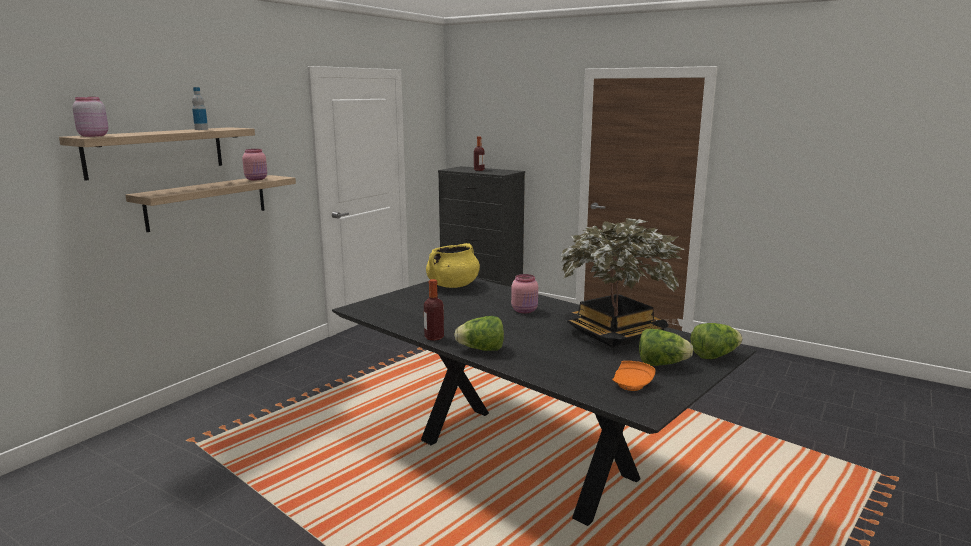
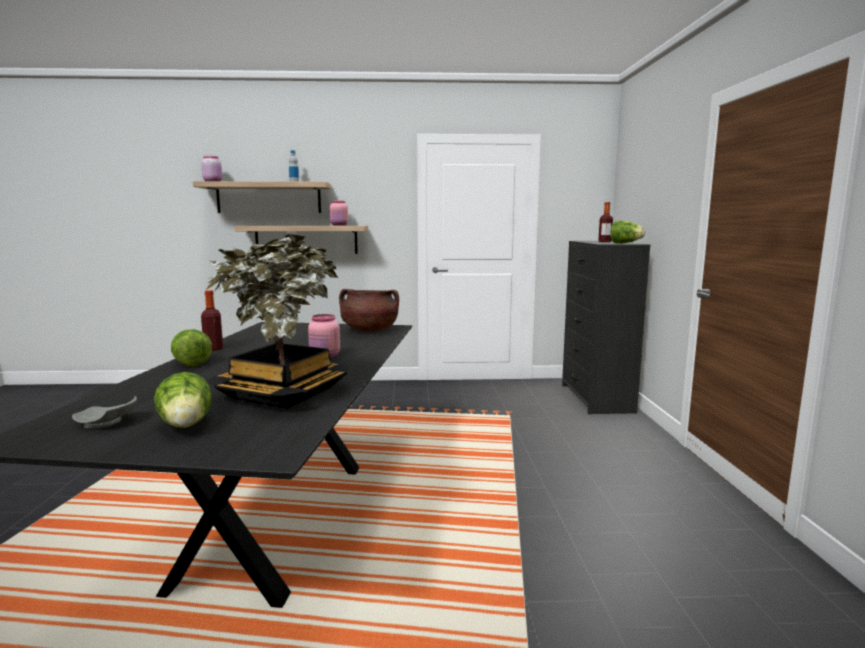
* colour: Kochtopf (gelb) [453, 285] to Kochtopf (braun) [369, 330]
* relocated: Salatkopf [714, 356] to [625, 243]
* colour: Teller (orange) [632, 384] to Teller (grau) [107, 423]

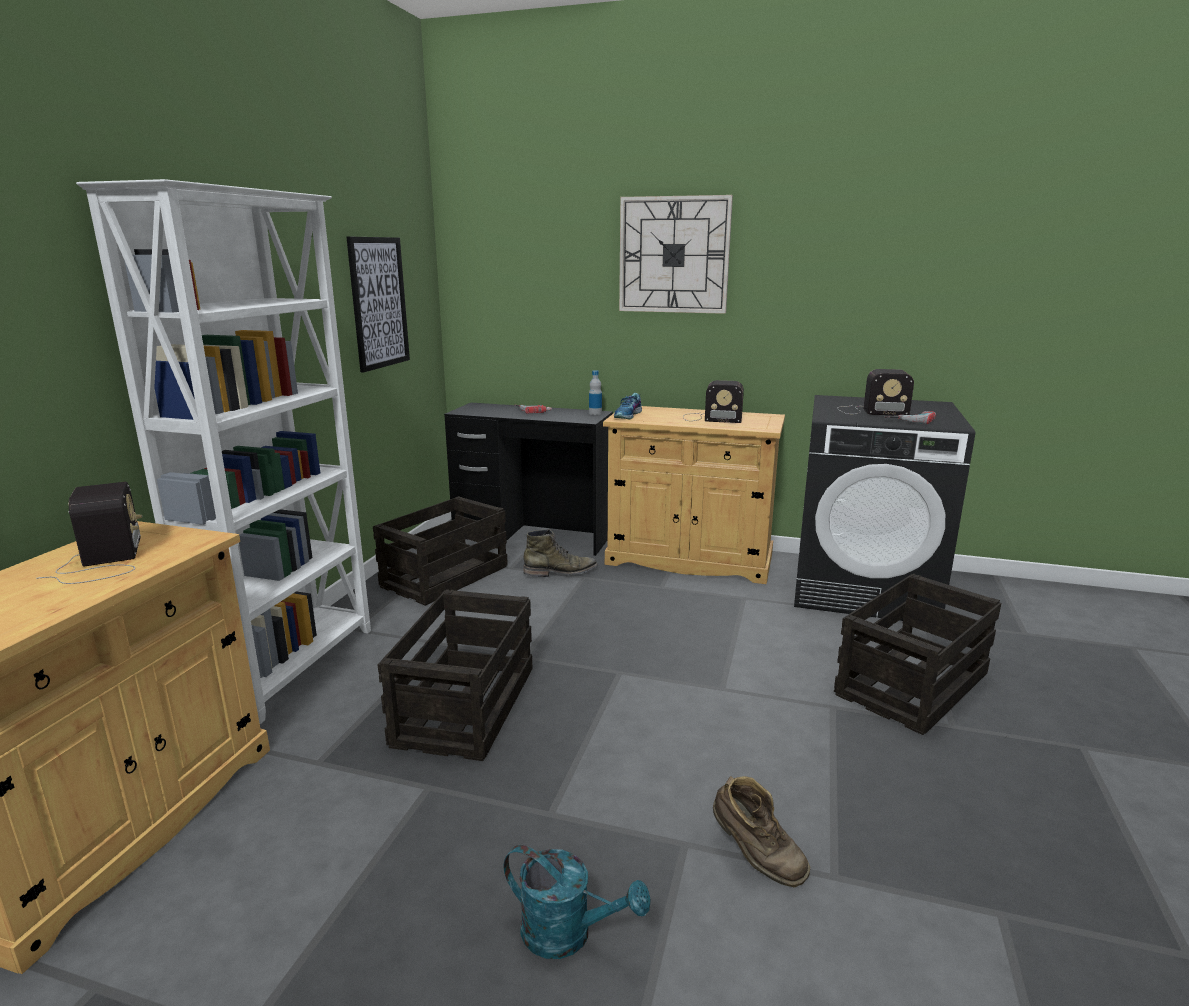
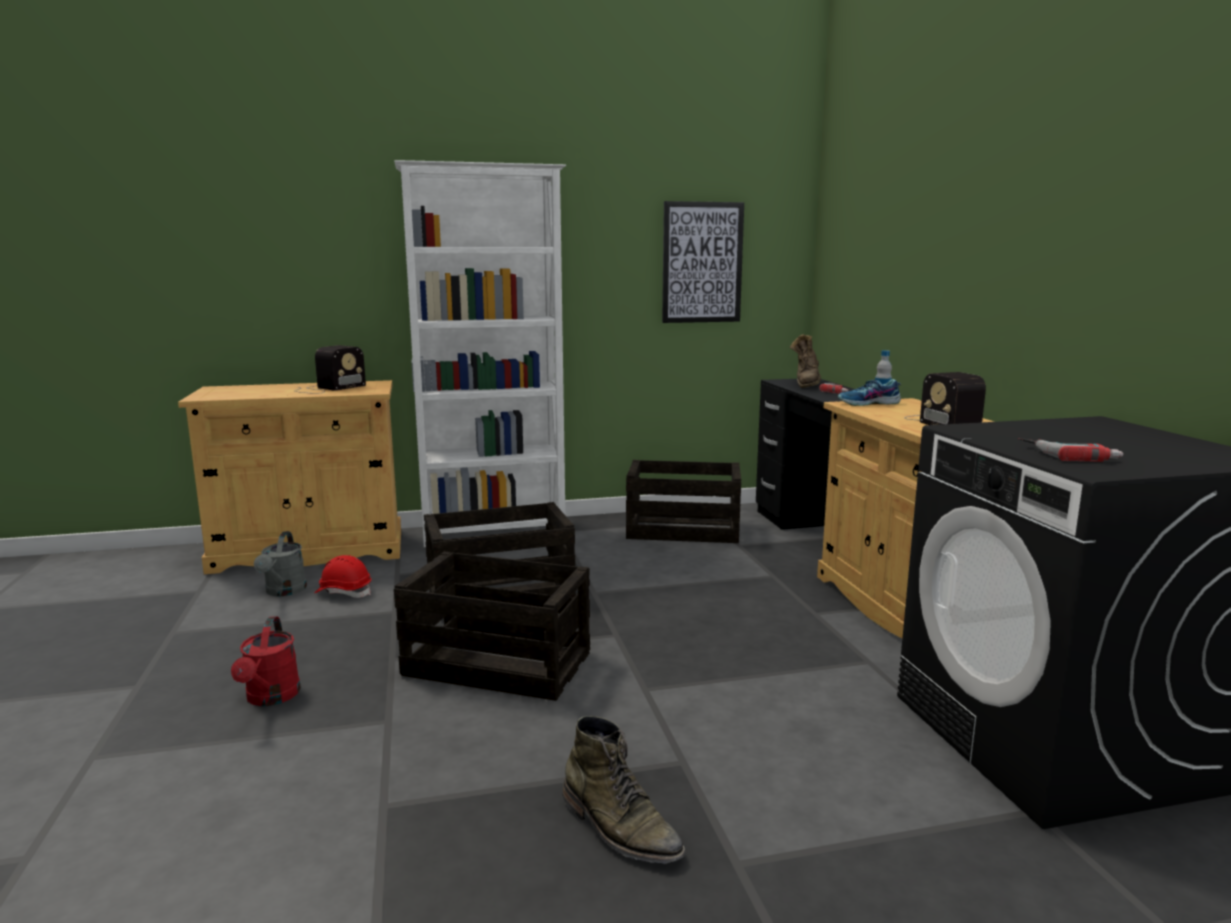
* missing: Wanduhr [674, 255]
* missing: Radio [869, 411]
* relocated: Stiefel (grün) [561, 572] to [620, 828]
* relocated: Kiste [911, 683] to [499, 664]
* relocated: Stiefel (braun) [755, 858] to [806, 384]
* colour: Gießkanne (türkis) [568, 934] to Gießkanne (rot) [270, 698]
* appeared: Gießkanne (grau) [284, 591]
* appeared: Schutzhelm (rot) [344, 592]

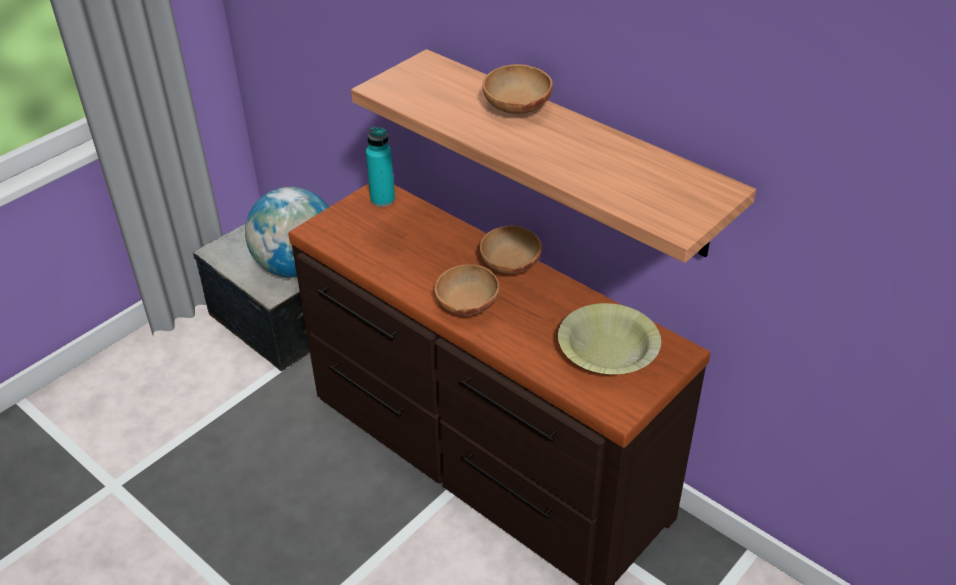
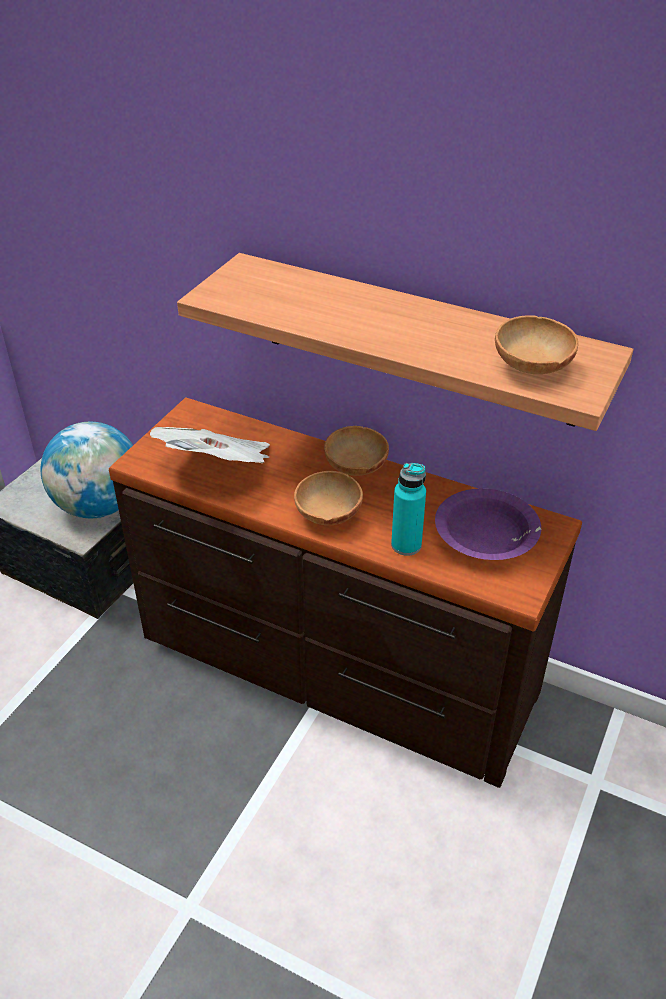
* relocated: Schüssel (braun) [516, 110] to [531, 368]
* relocated: Flasche (türkis) [382, 199] to [406, 545]
* colour: Schüssel (gelb) [607, 351] to Schüssel (lila) [485, 537]
* appeared: Zeitung [219, 468]

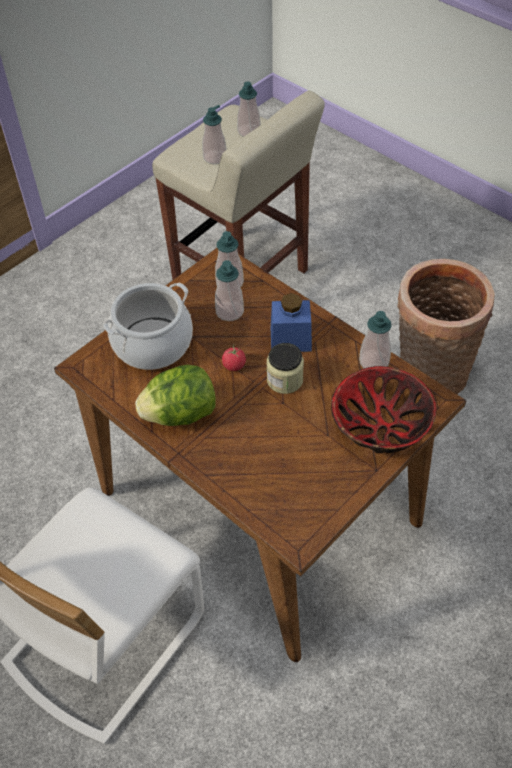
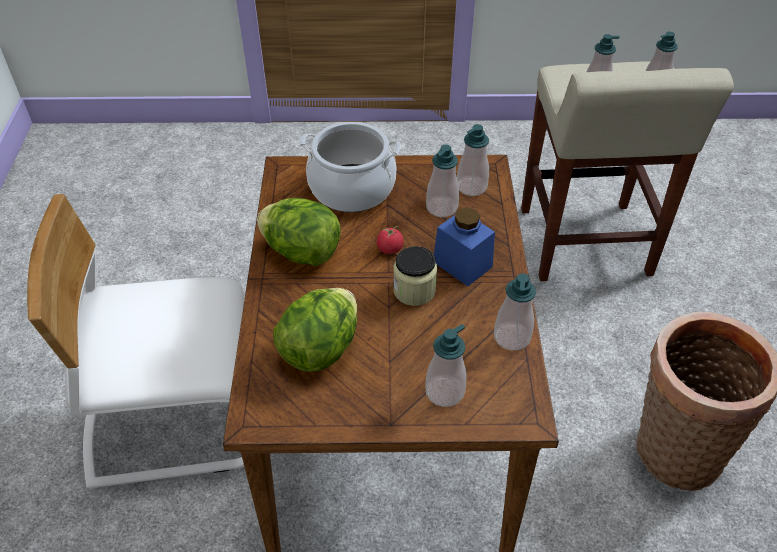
* exchanged: Schüssel [380, 425] to Seifenspender [445, 391]
* appeared: Salatkopf [320, 349]

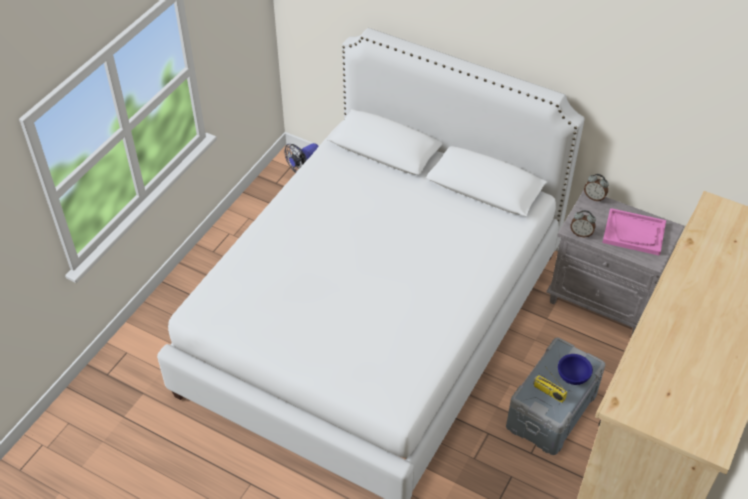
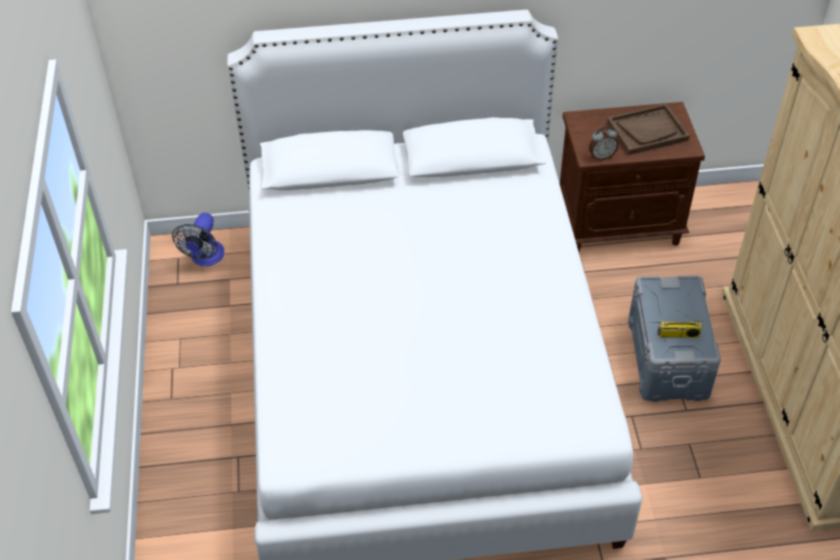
* missing: Wecker [594, 197]
* colour: Nachttisch (grau) [604, 300] to Nachttisch (braun) [619, 224]
* colour: Tablett (rosa) [634, 233] to Tablett (braun) [647, 131]
* missing: Schüssel (blau) [573, 377]

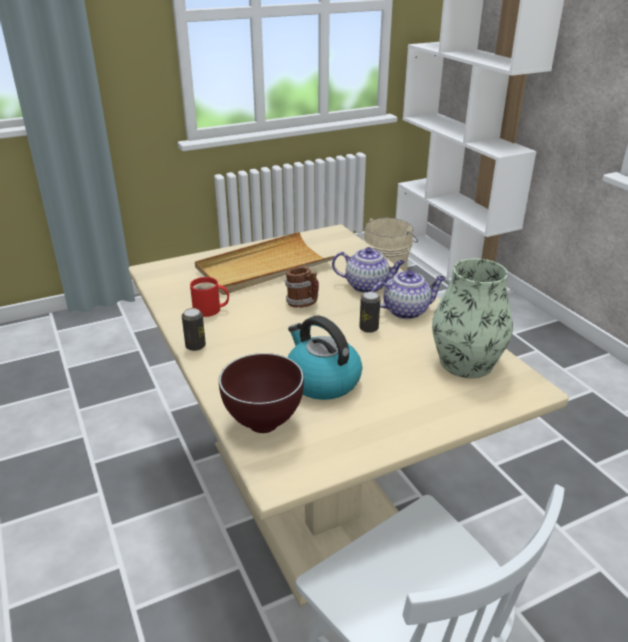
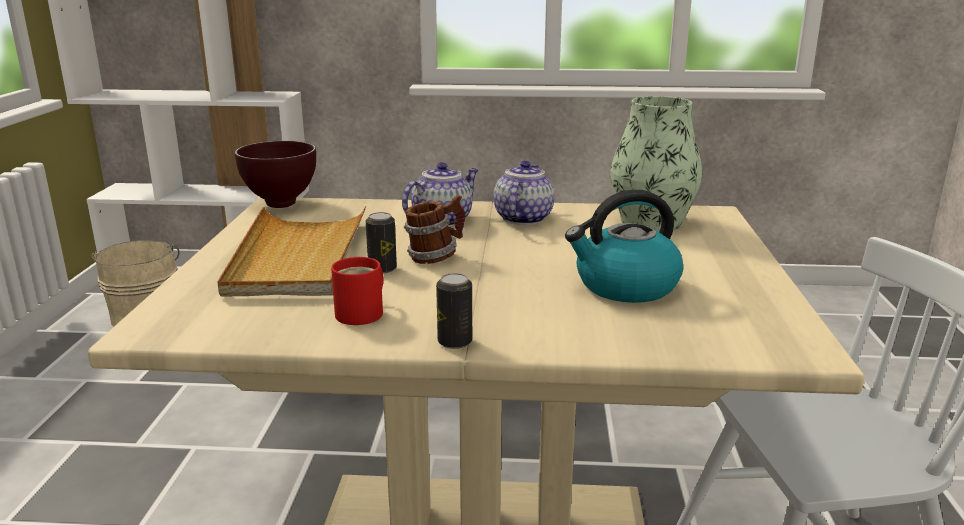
* relocated: Dose [368, 328] to [382, 269]
* relocated: Schüssel (braun) [261, 424] to [279, 205]

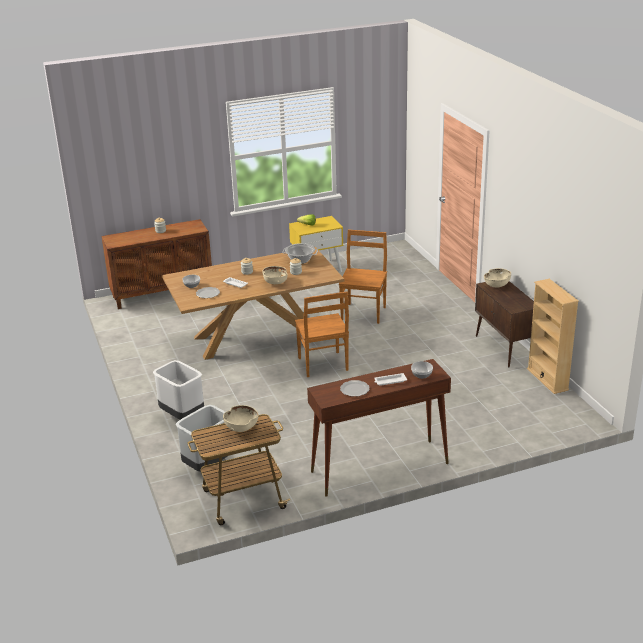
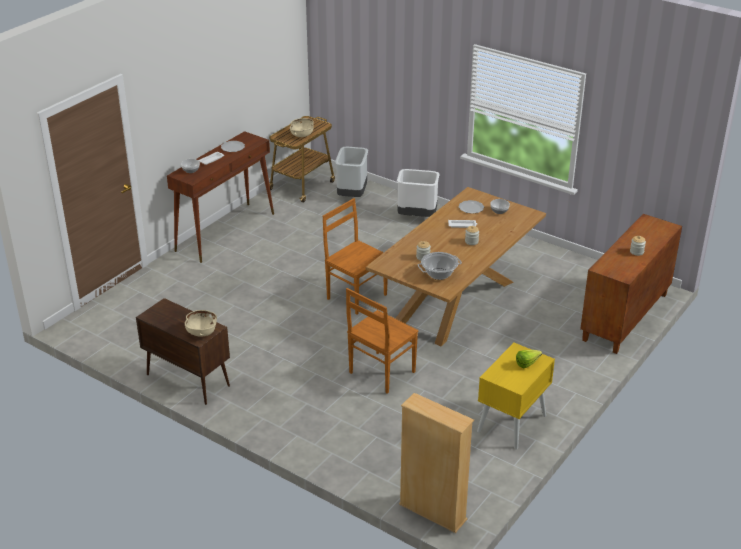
* spun: Stuhl (braun) [364, 313] = [380, 373] 60 degrees clockwise
* missing: Schüssel (beige) [275, 282]
* relocated: Bücherregal (beige) [547, 379] to [432, 512]

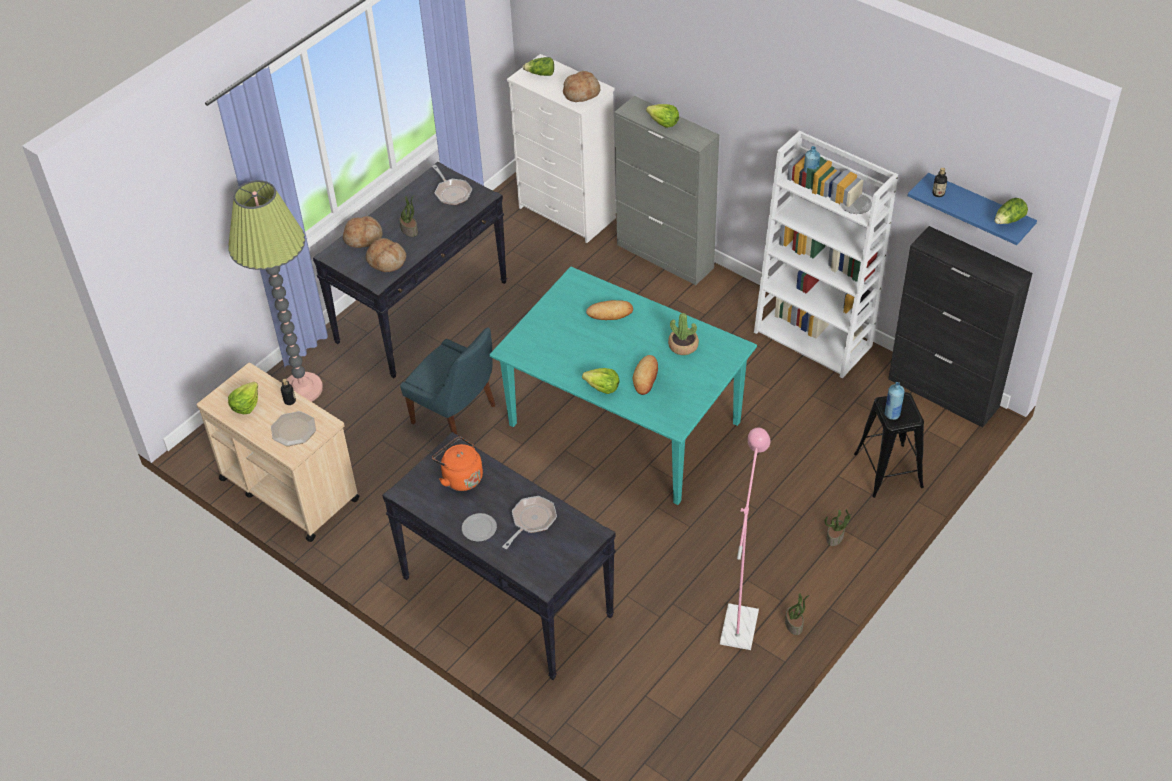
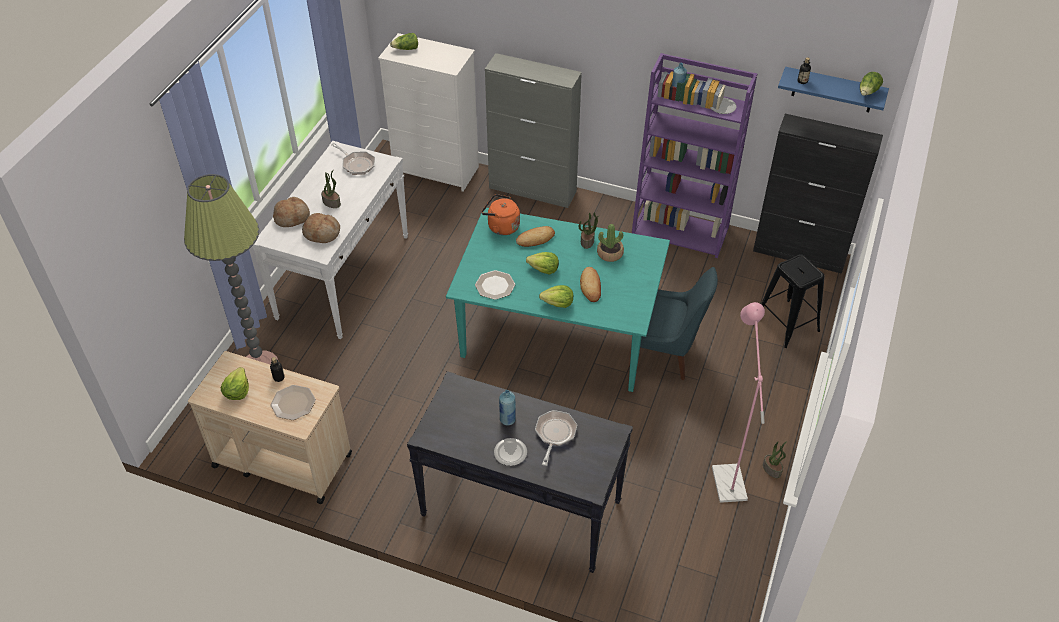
* missing: Brot [581, 92]
* relocated: Salatkopf [663, 123] to [544, 269]
* colour: Bücherregal (weiß) [814, 339] to Bücherregal (lila) [681, 231]
* colour: Konsolentisch (schwarz) [422, 311] to Konsolentisch (weiß) [343, 276]
* relocated: Stuhl (blau) [456, 416] to [666, 354]
* relocated: Flasche (blau) [892, 414] to [507, 420]
* relocated: Wasserkessel (orange) [460, 477] to [501, 226]
* relocated: Topfpflanze [835, 537] to [587, 241]
* appeared: Teller [495, 285]

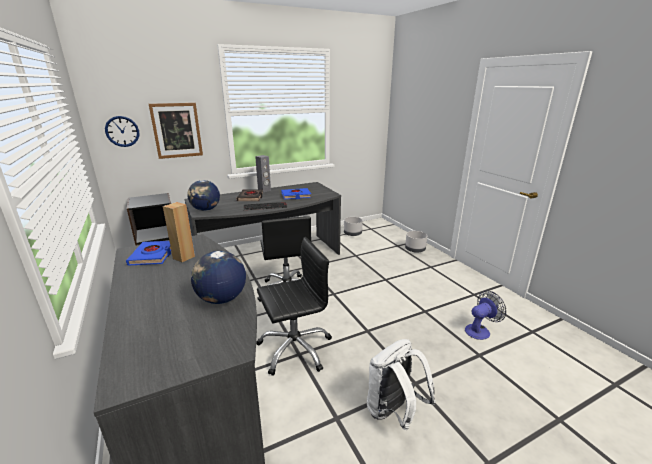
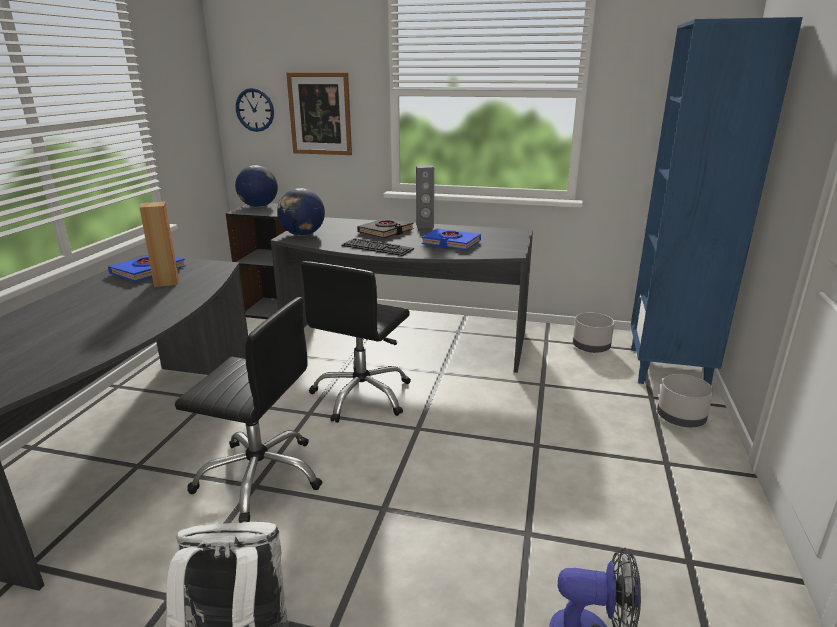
* relocated: Globus [221, 299] to [258, 206]
* appeared: Bücherregal (blau) [668, 368]

